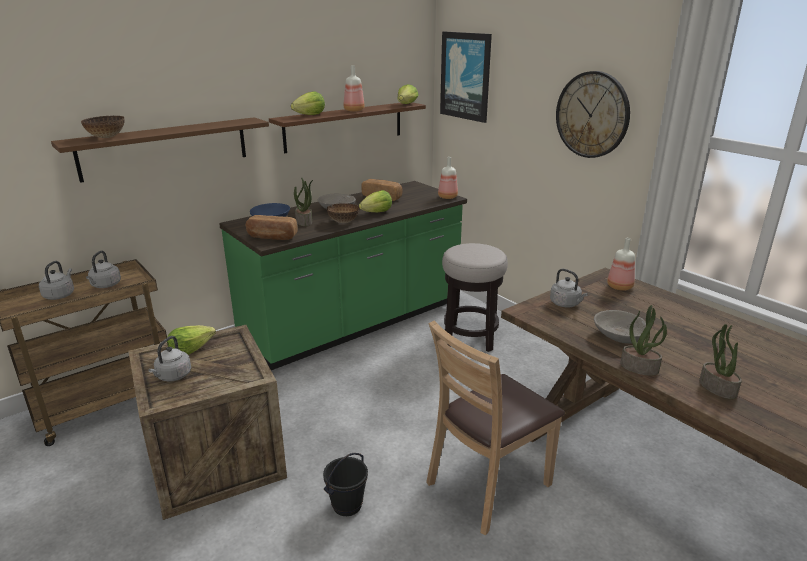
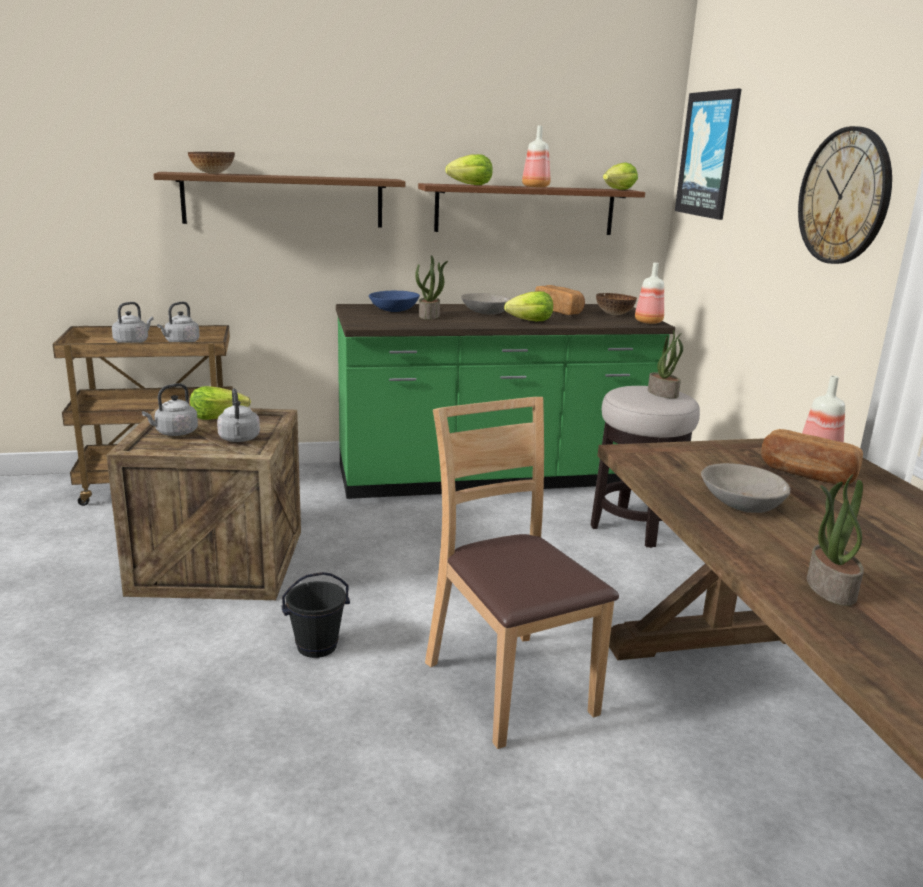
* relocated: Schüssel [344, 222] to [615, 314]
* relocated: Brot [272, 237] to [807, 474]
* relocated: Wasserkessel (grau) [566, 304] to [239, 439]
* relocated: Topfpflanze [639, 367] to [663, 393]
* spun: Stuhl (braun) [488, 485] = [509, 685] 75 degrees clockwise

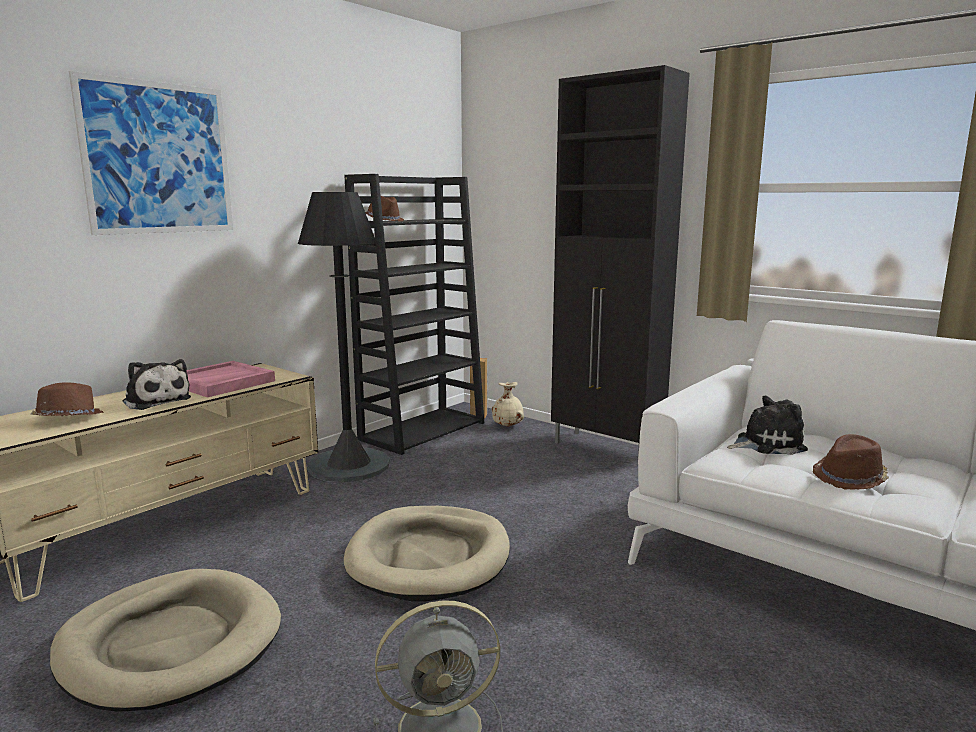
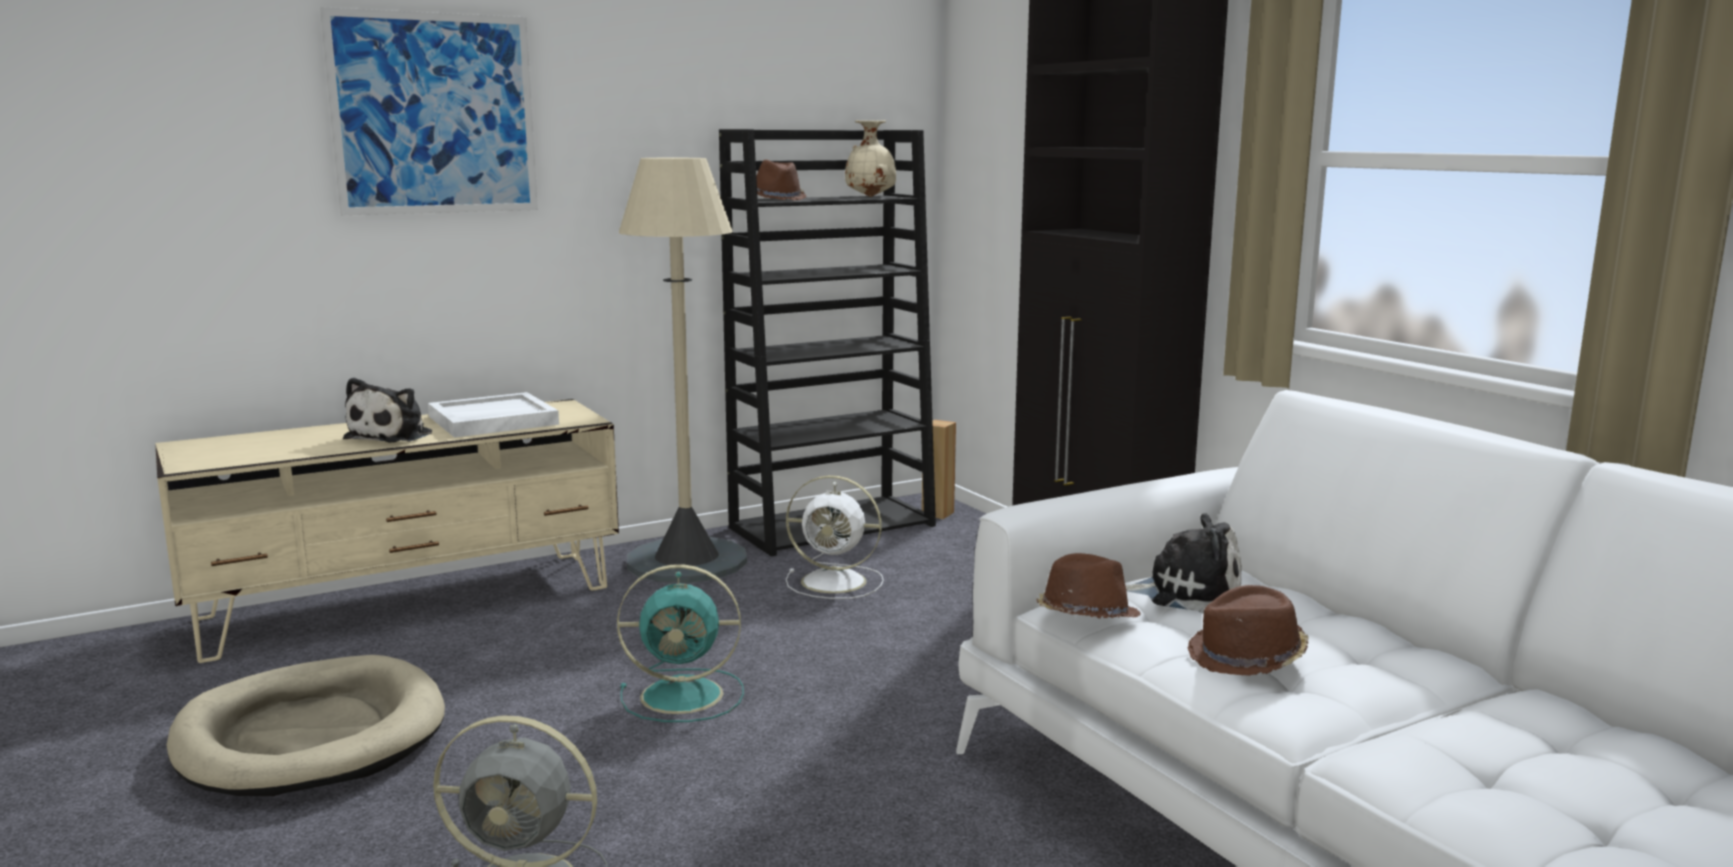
* colour: Stehlampe (schwarz) [349, 465] to Stehlampe (beige) [687, 561]
* spun: Plüschtier [156, 401] = [393, 436] 45 degrees clockwise
* colour: Tablett (rosa) [221, 383] to Tablett (weiß) [492, 421]
* relocated: Hut (braun) [67, 418] to [1085, 617]
* relocated: Vase (beige) [508, 426] to [871, 196]
* exchanged: Hundebett (beige) [429, 557] to Ventilator (türkis) [686, 695]
* appeared: Ventilator (weiß) [836, 582]

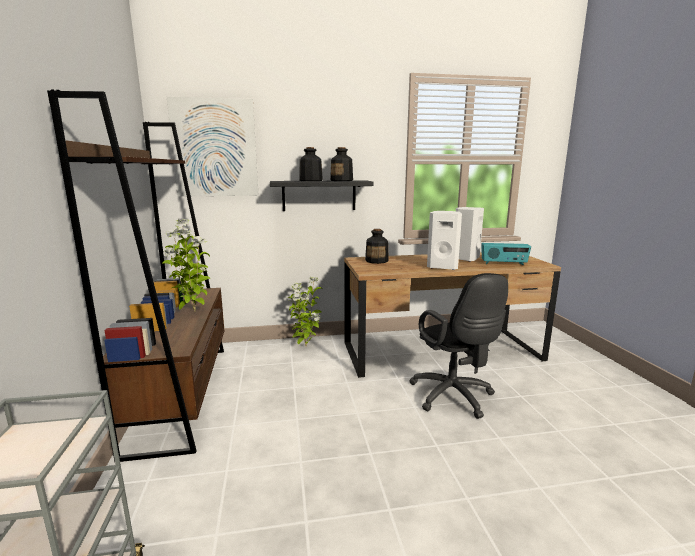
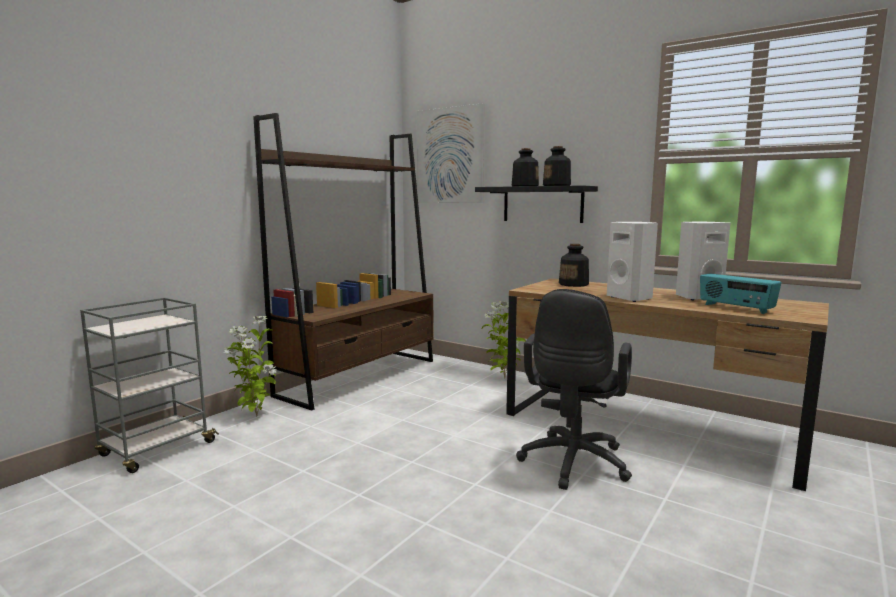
* relocated: Topfpflanze [193, 312] to [255, 416]

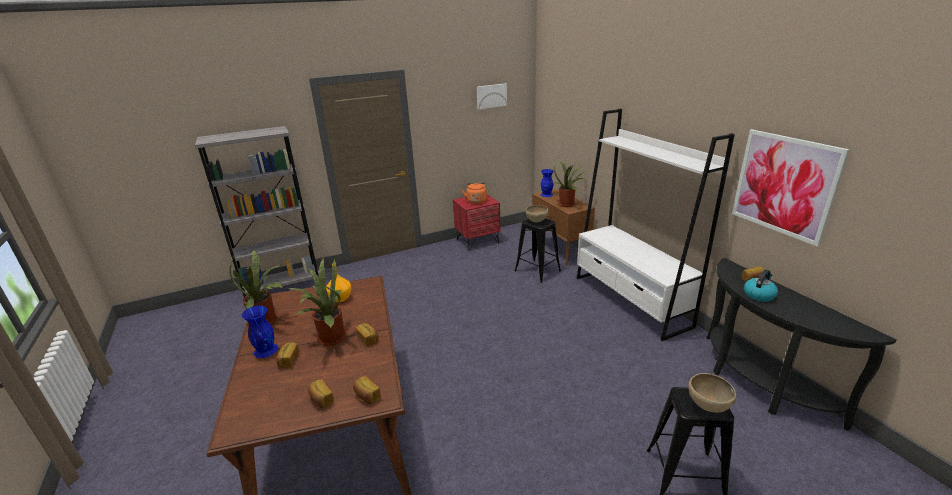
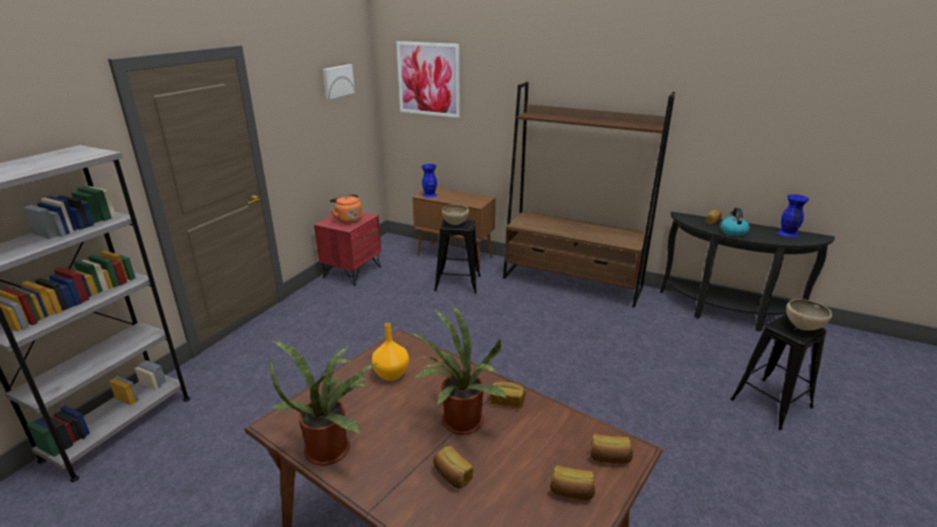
* colour: Bücherregal (weiß) [630, 301] to Bücherregal (braun) [572, 283]
* relocated: Bild [784, 185] to [428, 79]
* missing: Topfpflanze [568, 204]
* relocated: Vase (blau) [265, 350] to [787, 233]

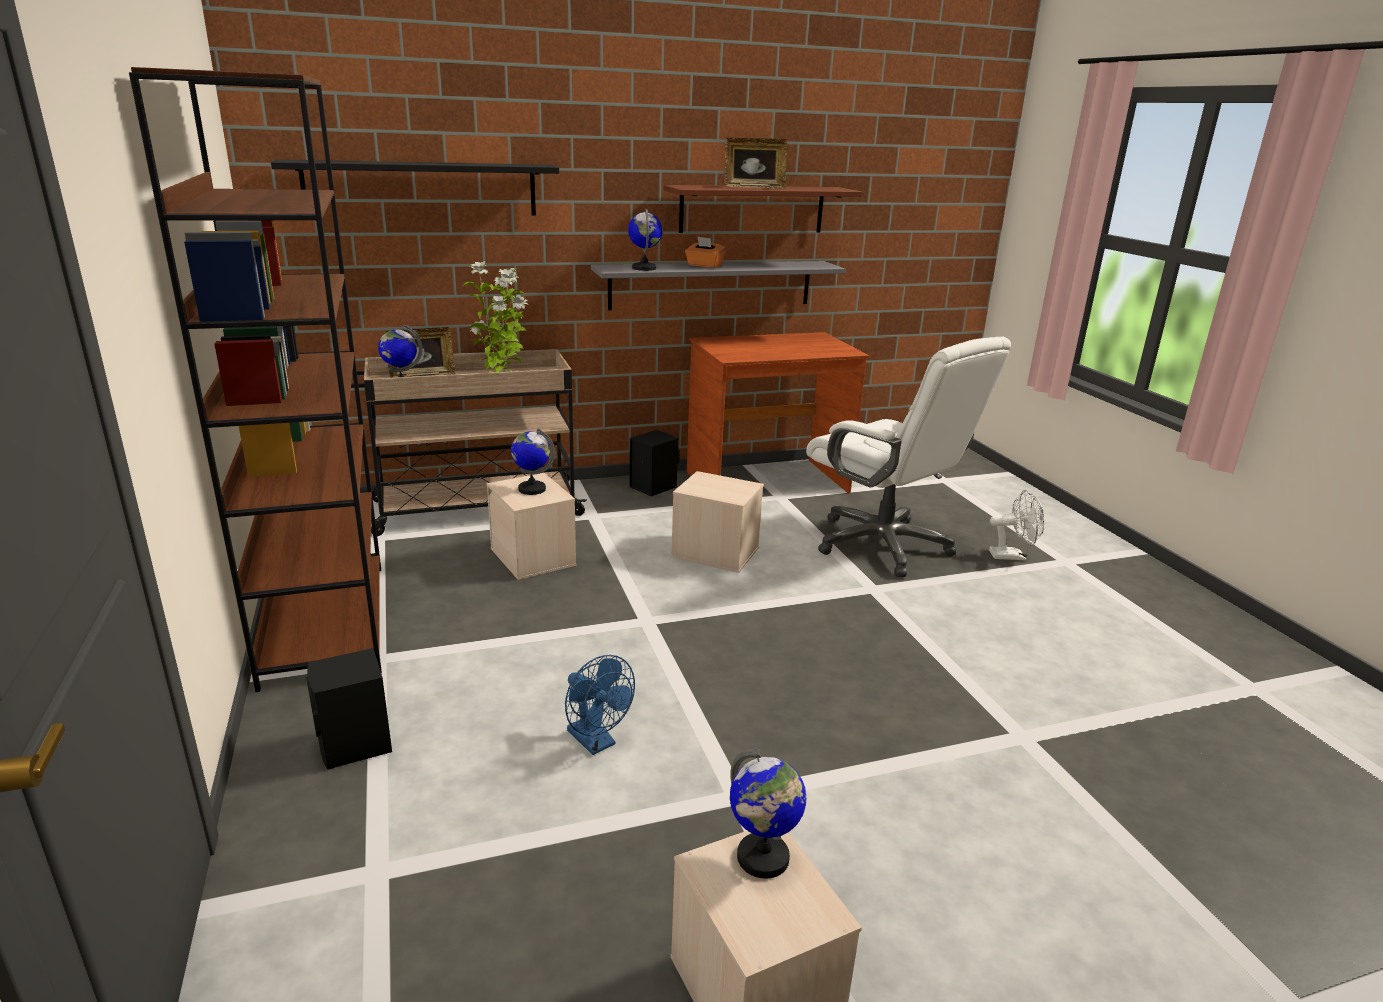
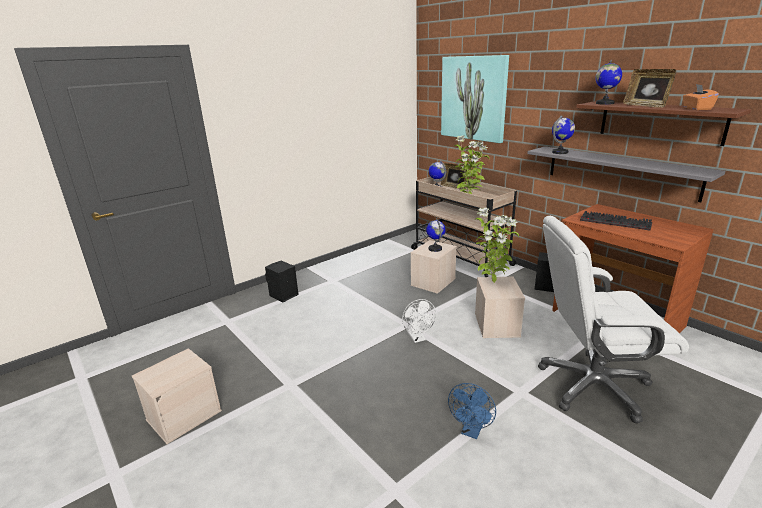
* missing: Bücherregal (braun) [324, 622]
* exchanged: Wandregal (schwarz) [422, 188] to Bild [473, 98]
* relocated: Taschentuchbox (orange) [704, 266] to [696, 109]
* spun: Bürostuhl (weiß) [883, 545] = [592, 386] 60 degrees clockwise
* relocated: Ventilator (weiß) [1012, 556] to [417, 338]
* relocated: Ventilator (blau) [596, 742] to [472, 431]
* relocated: Globus [763, 858] to [604, 103]
* appeared: Topfpflanze [492, 281]
* appeared: Tastatur [616, 222]

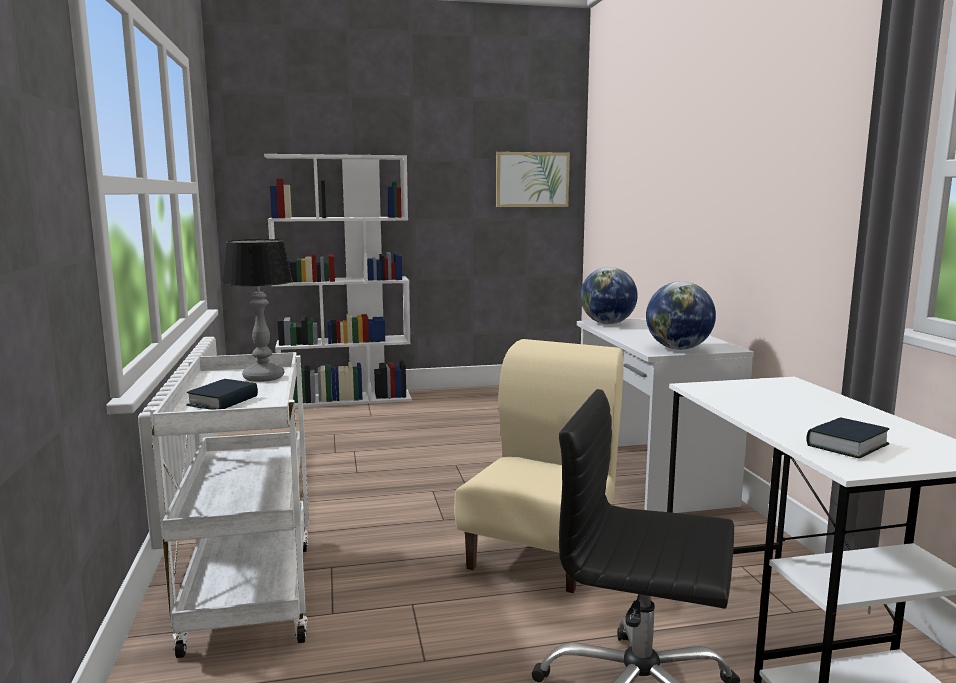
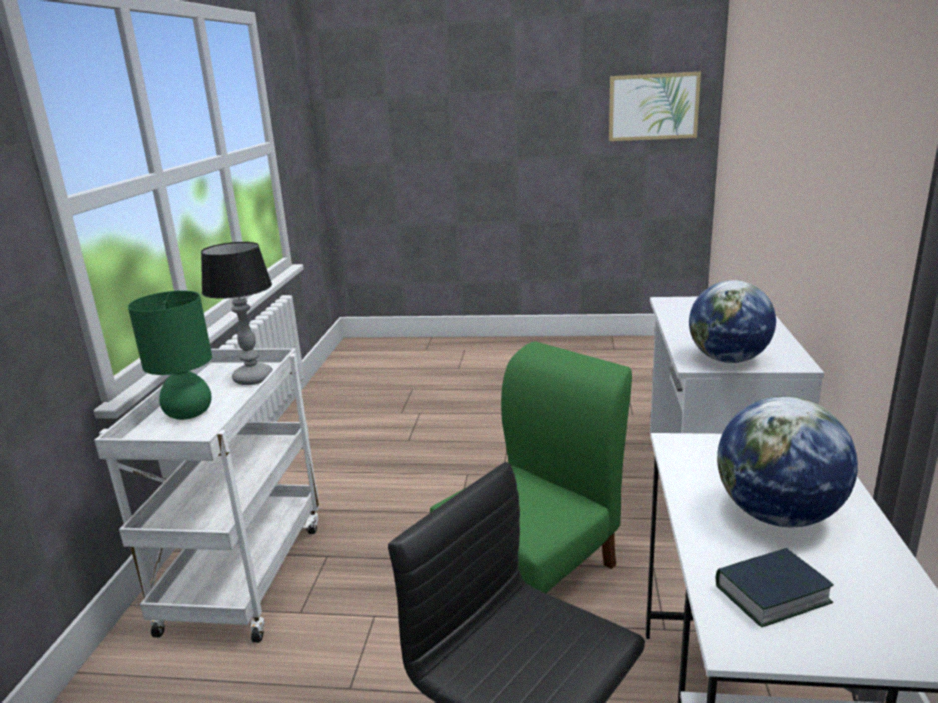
* missing: Bücherregal (weiß) [346, 399]
* relocated: Globus [607, 323] to [777, 515]
* colour: Stuhl (beige) [542, 552] to Stuhl (grün) [534, 572]
* exchanged: Buch [223, 401] to Tischlampe (grün) [189, 414]

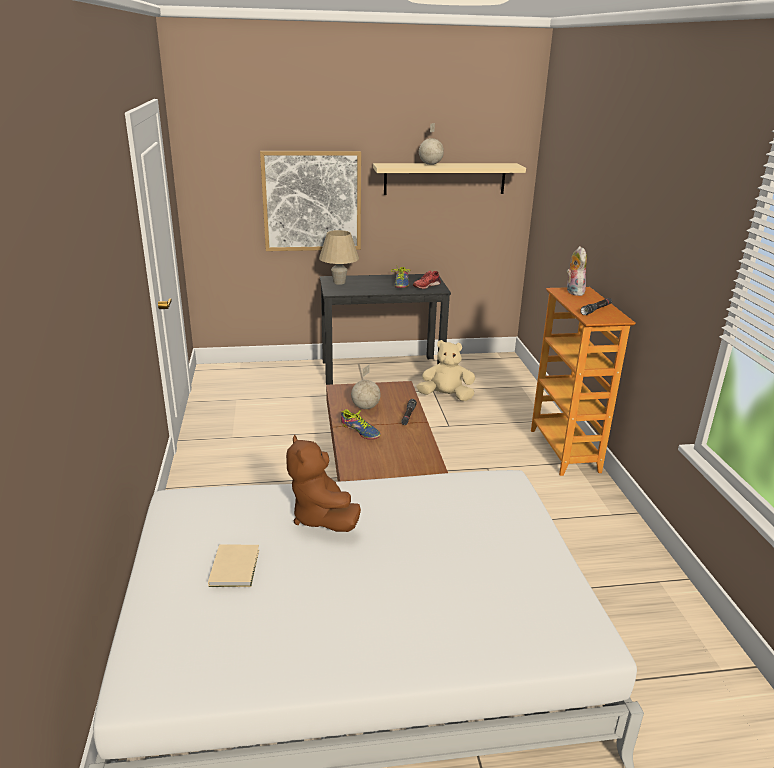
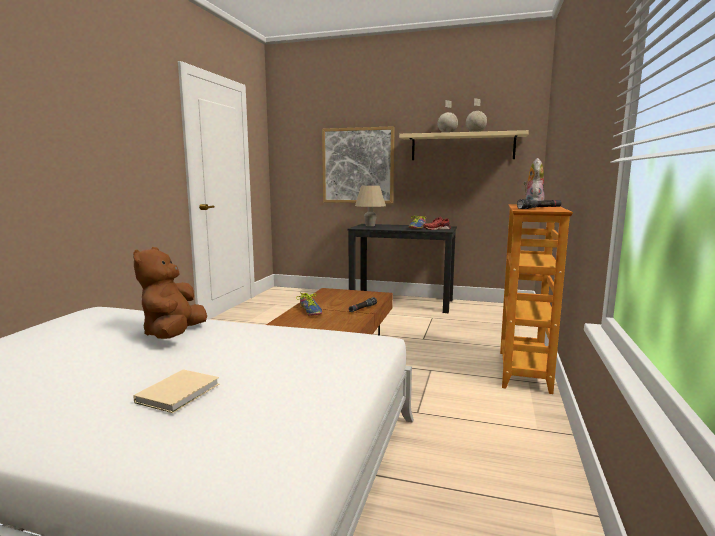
* missing: Plüschtier (beige) [446, 396]
* relocated: Globus [366, 407] to [476, 132]
* relocated: Buch (beige) [236, 566] to [180, 392]

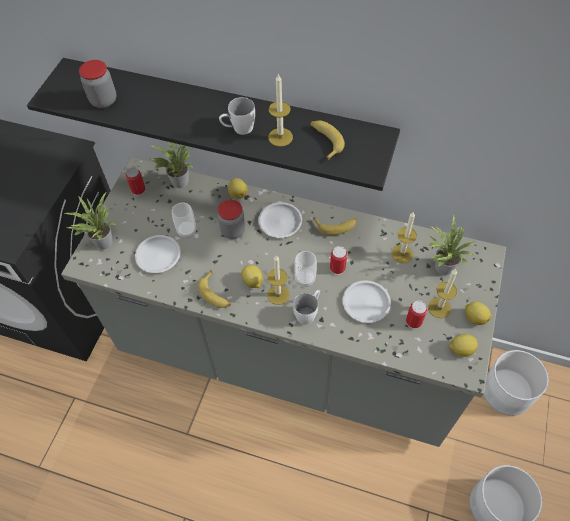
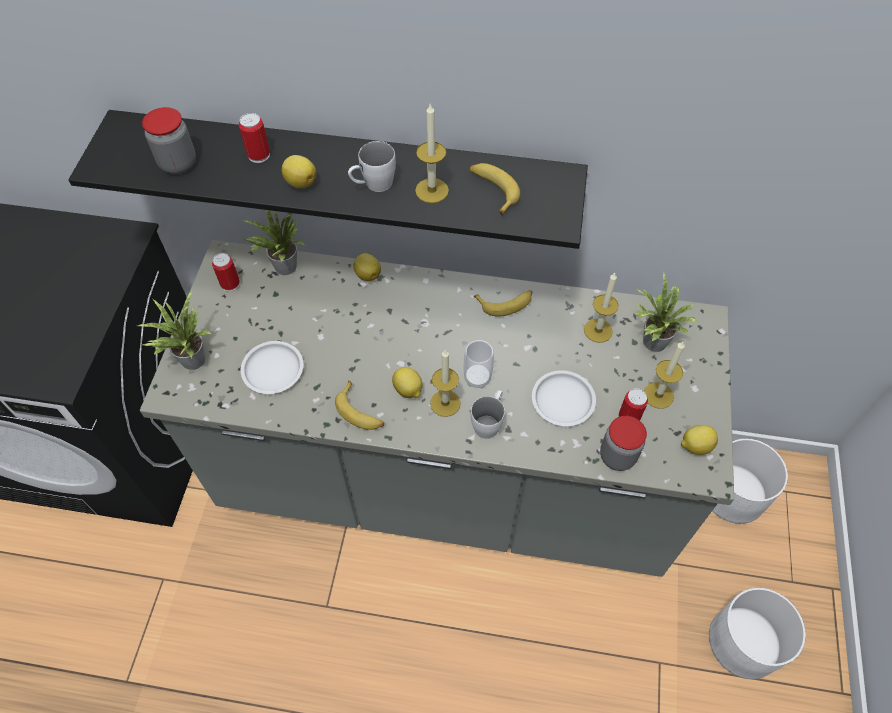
* relocated: Vorratsglas [233, 231] to [617, 456]
* missing: Tasse [187, 231]
* missing: Teller (weiß) [279, 222]
* relocated: Dose [337, 268] to [259, 155]
* relocated: Zitrone [474, 317] to [300, 182]

